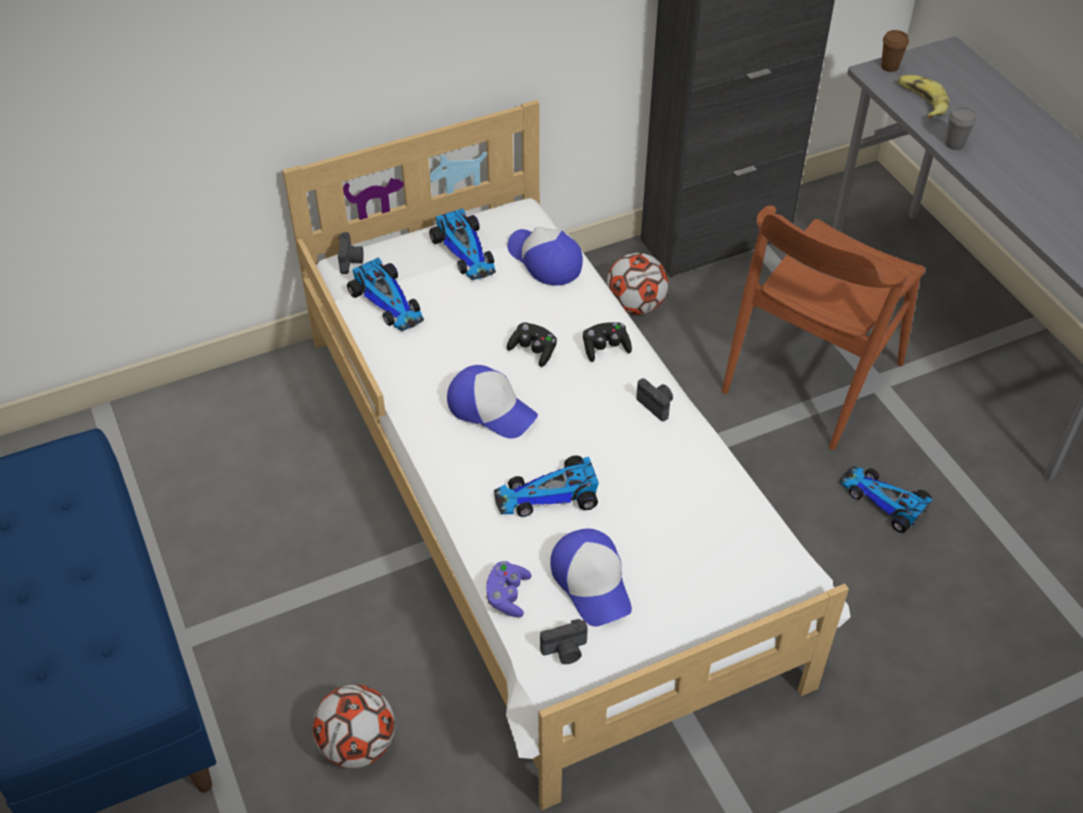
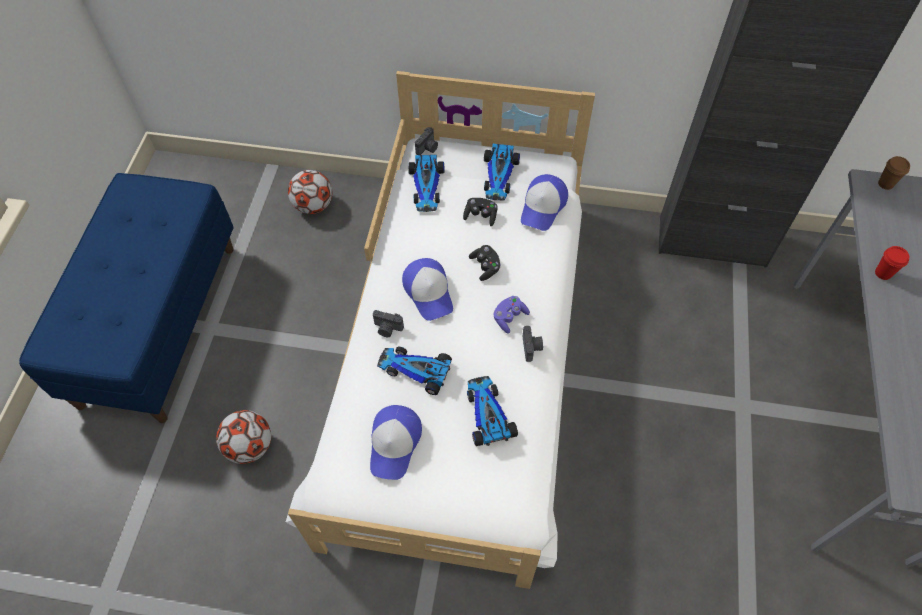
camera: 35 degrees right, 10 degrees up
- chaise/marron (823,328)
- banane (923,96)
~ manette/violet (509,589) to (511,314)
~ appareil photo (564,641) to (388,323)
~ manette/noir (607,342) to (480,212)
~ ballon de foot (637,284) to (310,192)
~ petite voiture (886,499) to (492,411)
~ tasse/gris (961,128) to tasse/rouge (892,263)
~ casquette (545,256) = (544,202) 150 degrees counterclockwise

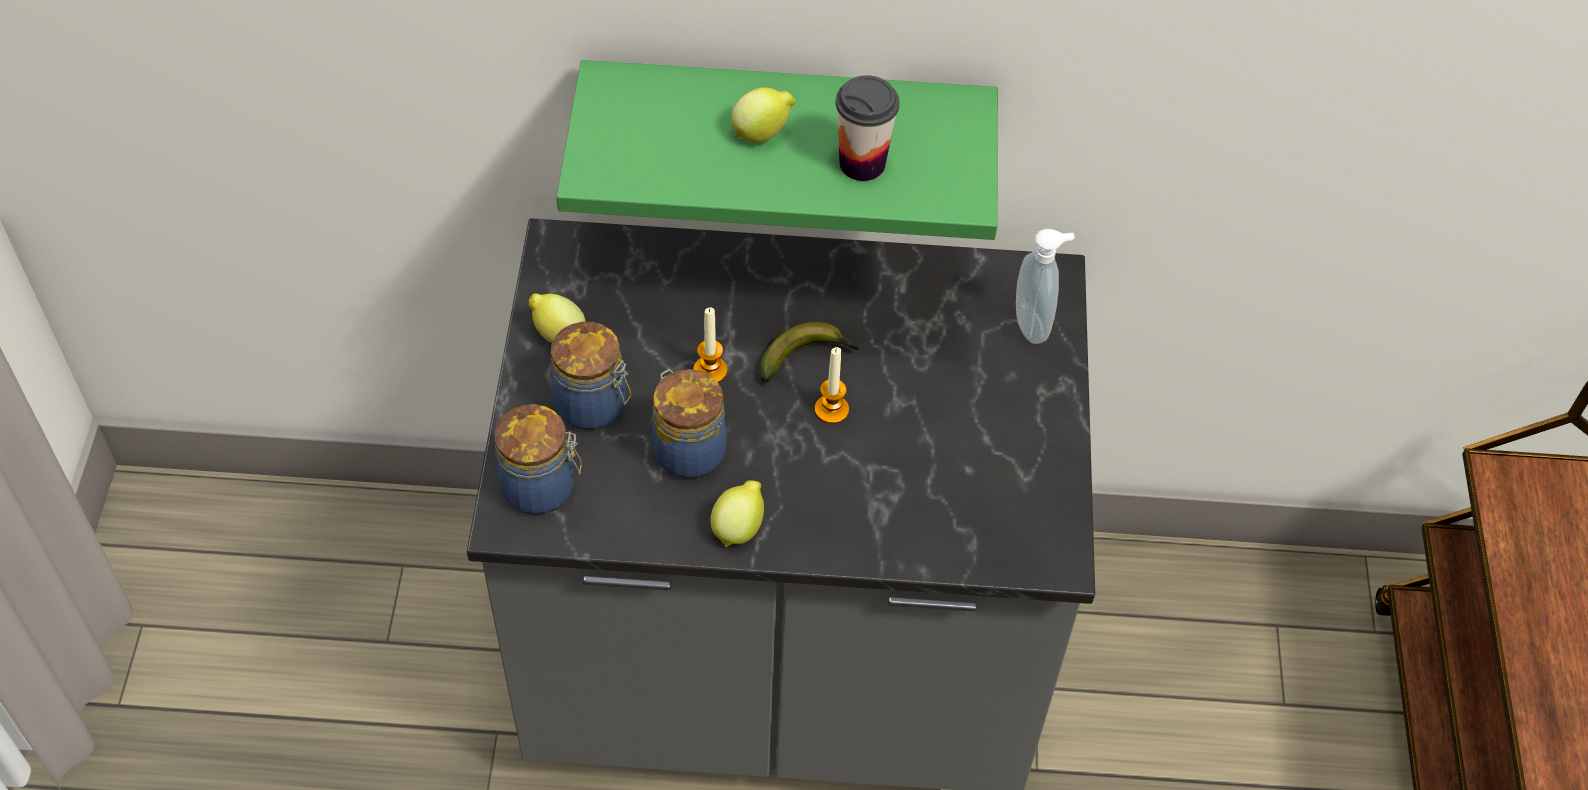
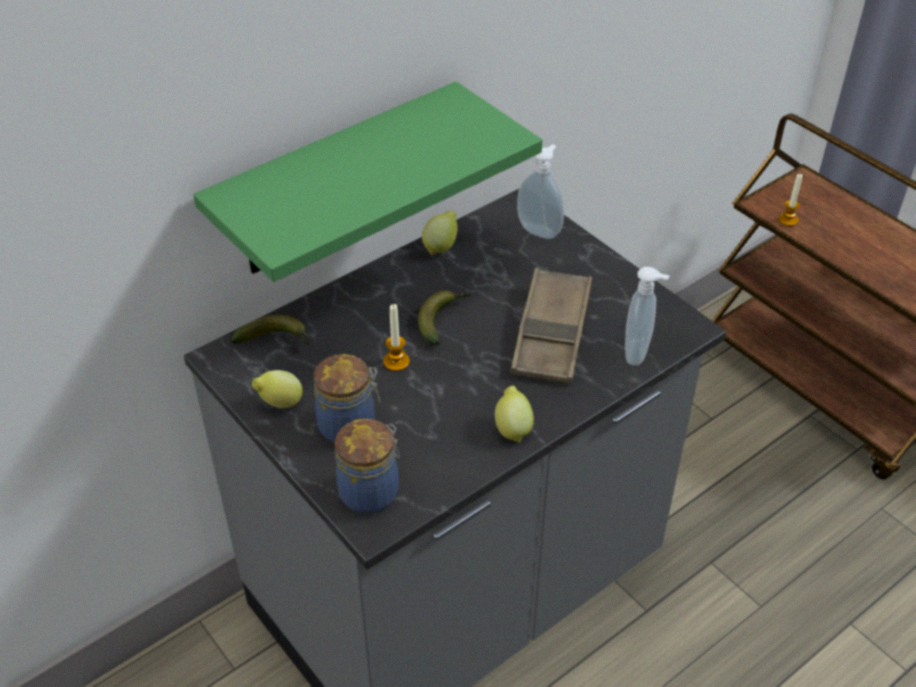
camera: 40 degrees left, 10 degrees down
- bocal (689,424)
- tasse (867,128)
+ banane (271,330)
+ plateau/marron (551,326)
+ distributeur de savon (647,316)
~ citron (763,115) to (440,233)
~ bougie (832,385) to (791,200)

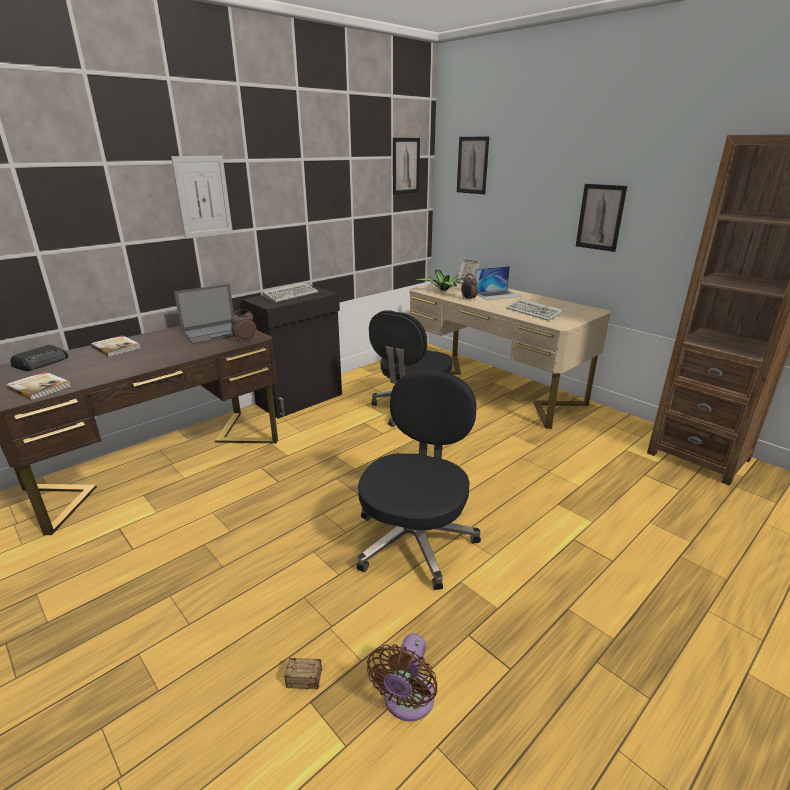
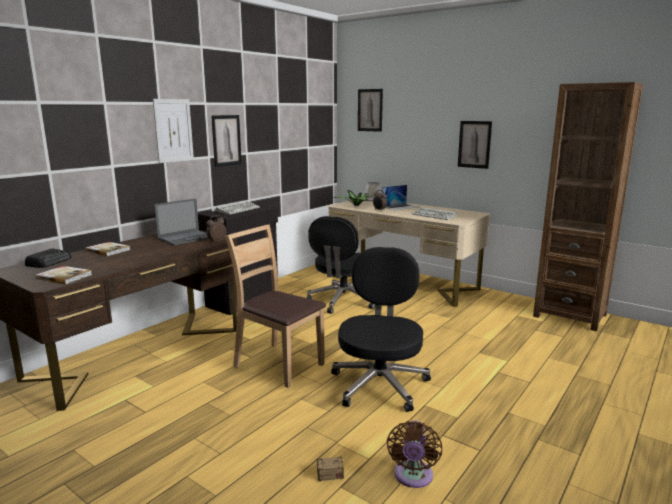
camera: 10 degrees left, 10 degrees down
+ chaise/marron (275,306)
~ tableau (406,166) to (226,141)

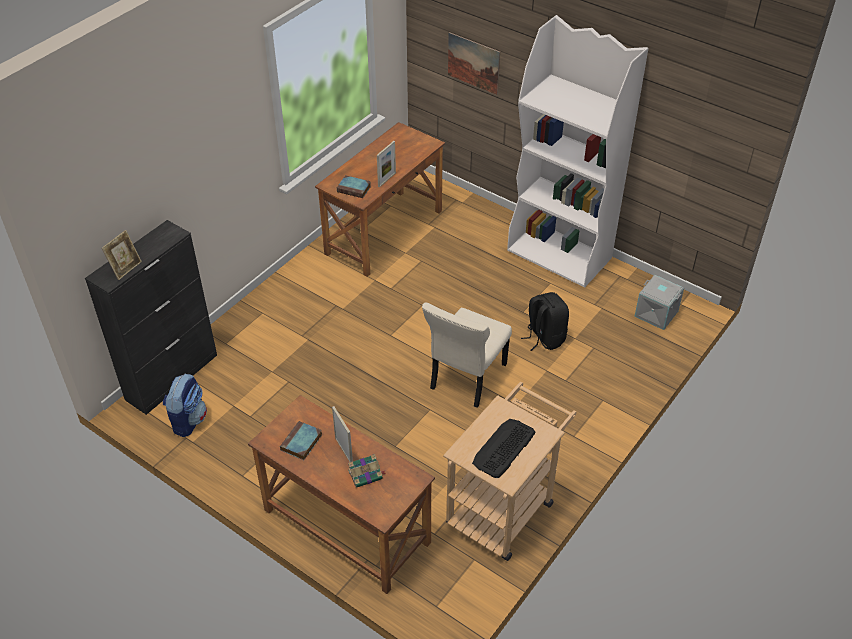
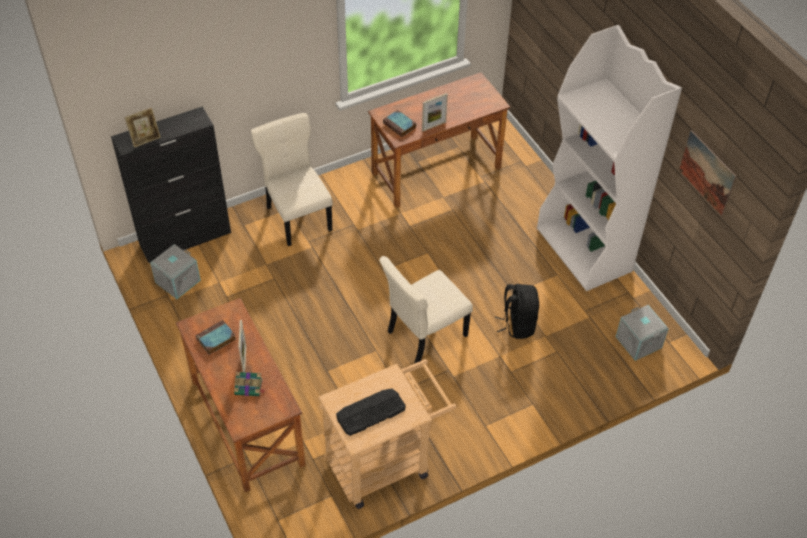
camera: 25 degrees right, 5 degrees up
+ chaise/beige (292,179)
~ tableau (474,63) to (708,173)
~ sac à dos (185,405) to boîte de rangement/gris (175,271)

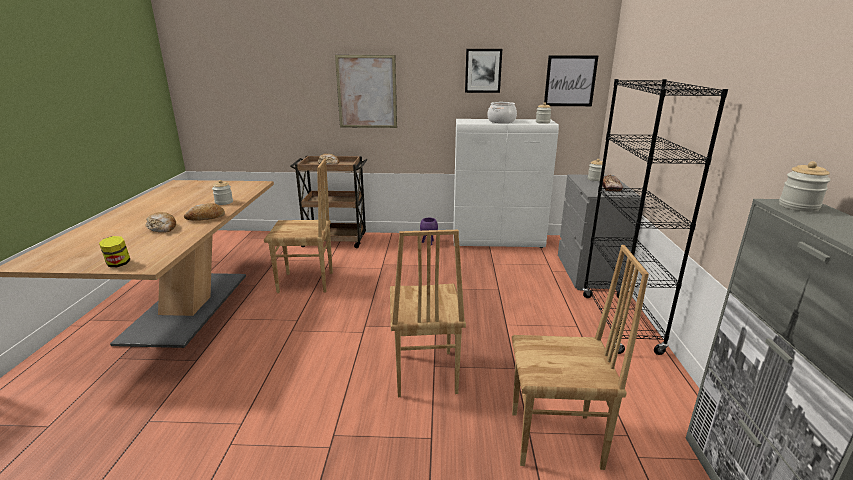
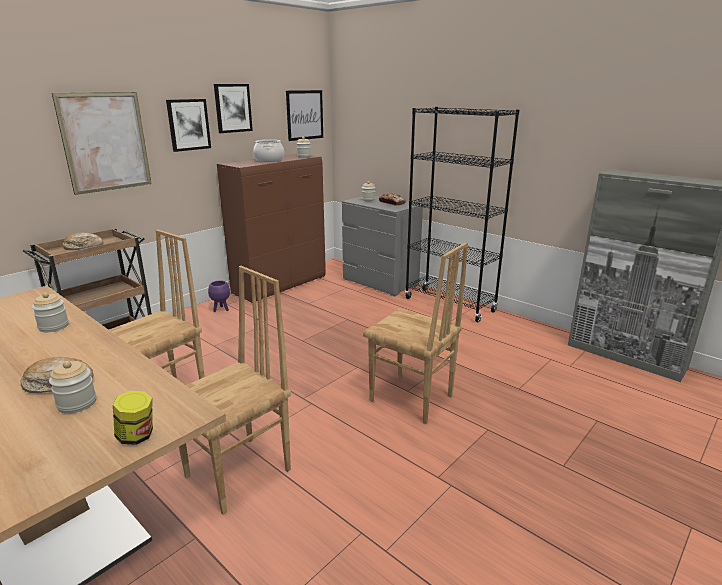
camera: 50 degrees left, 0 degrees up
- pain (204,212)
+ tableau (188,125)
~ chaise/marron (580,357) to (235,390)
~ bocal (805,186) to (72,387)
~ meuble de rangement/blanc (506,183) to meuble de rangement/marron (271,228)

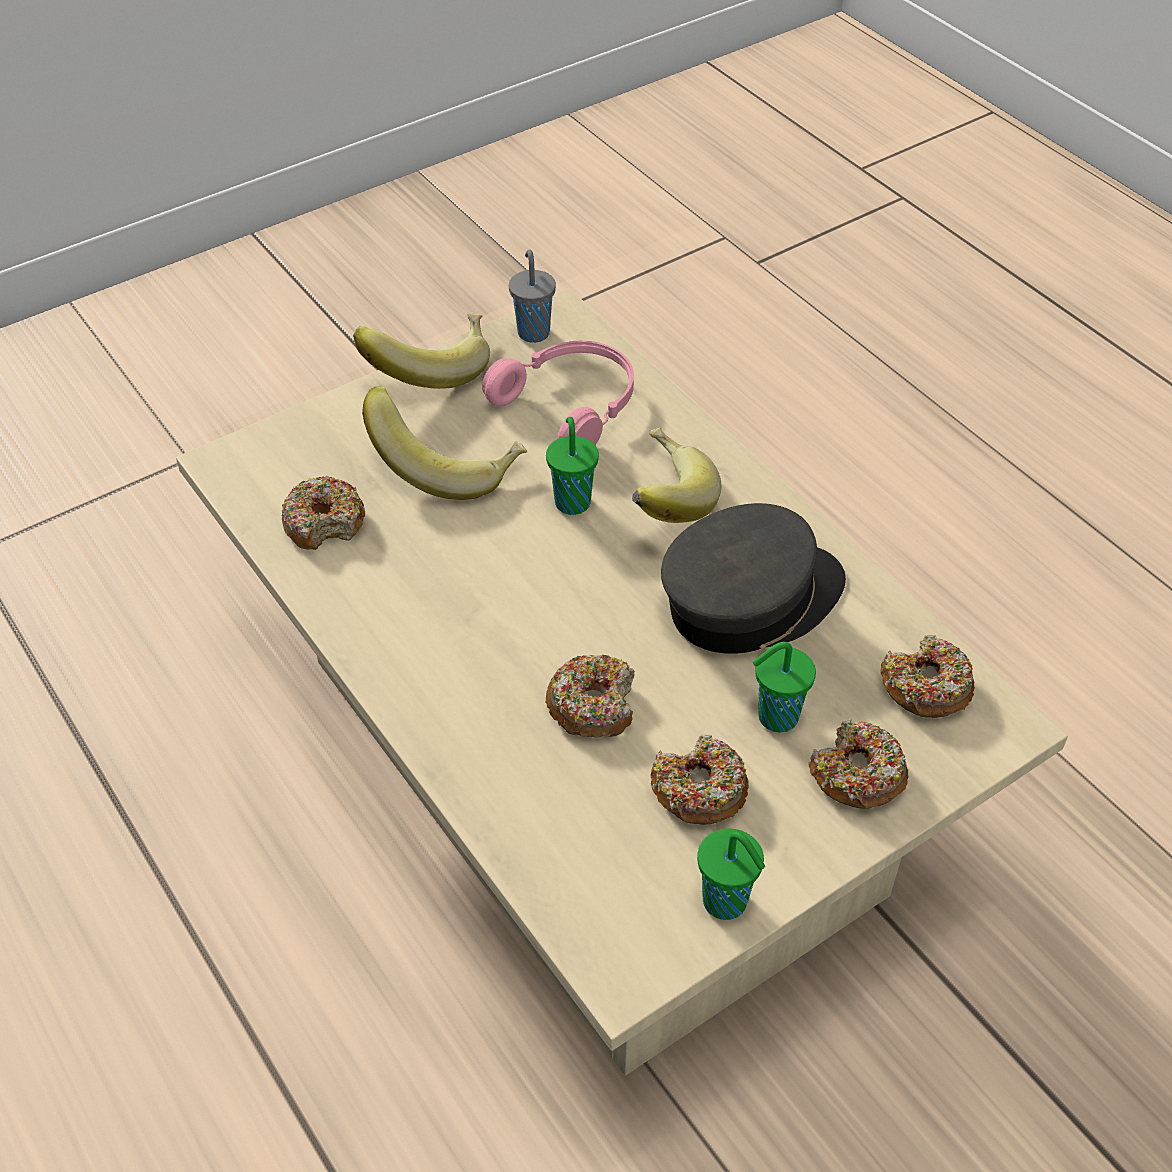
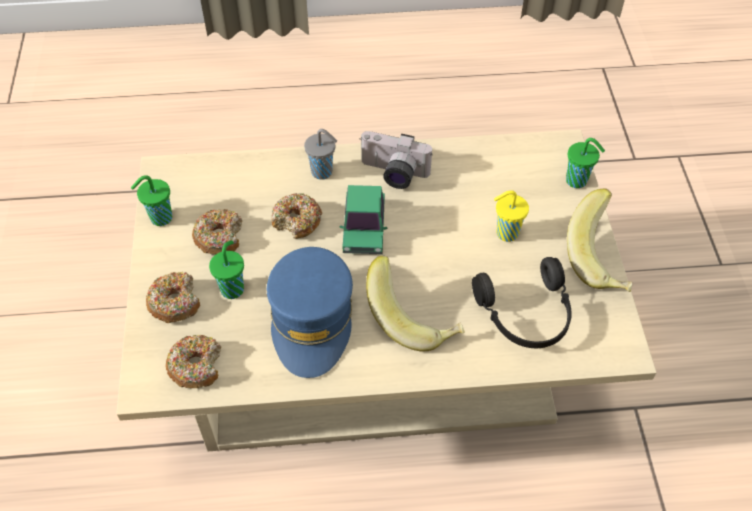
camera: 120 degrees right, 5 degrees up
- beignet (323,513)
+ petite voiture (363,219)
+ appareil photo (396,160)
~ tasse/gris (532,296) to (320,154)
~ tasse/vert (572,466) to (585,163)
~ banane (444,443) to tasse/jaune (511,216)
~ casque audio/rose (558,393) to casque audio/noir (522,302)
~ casquette/gris (753,578) to casquette/bleu (309,312)

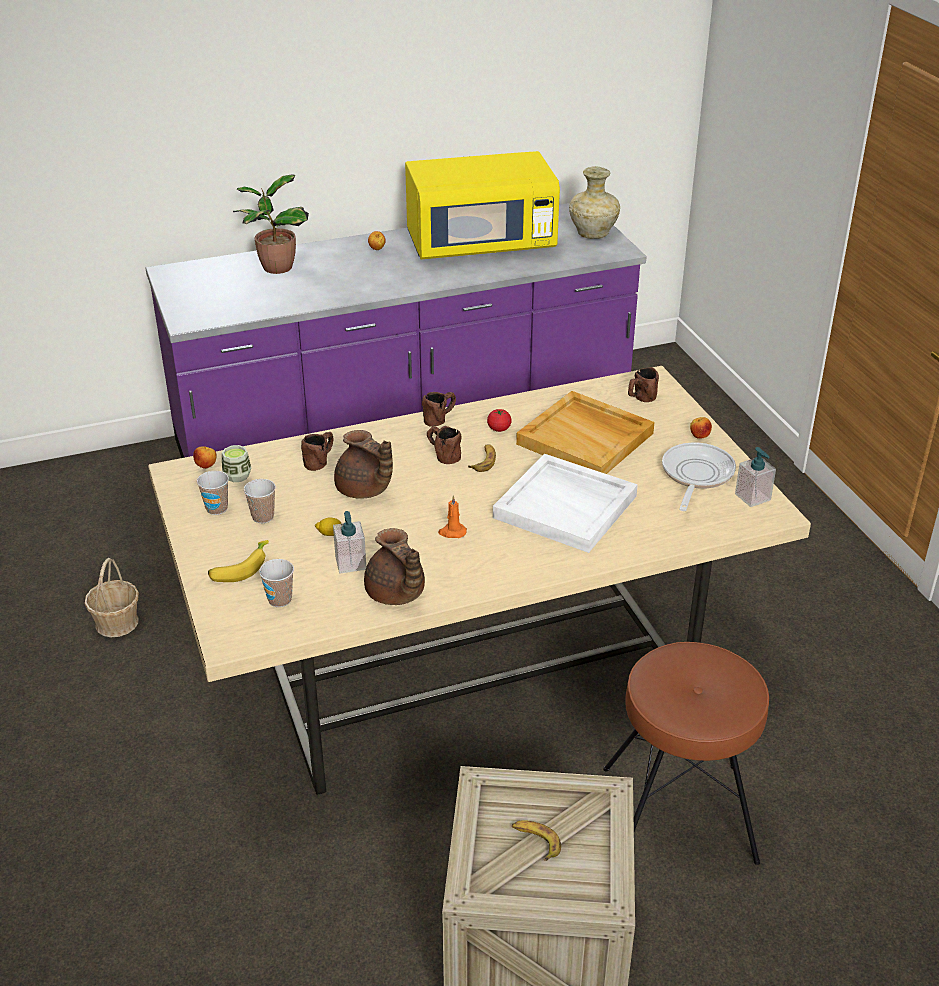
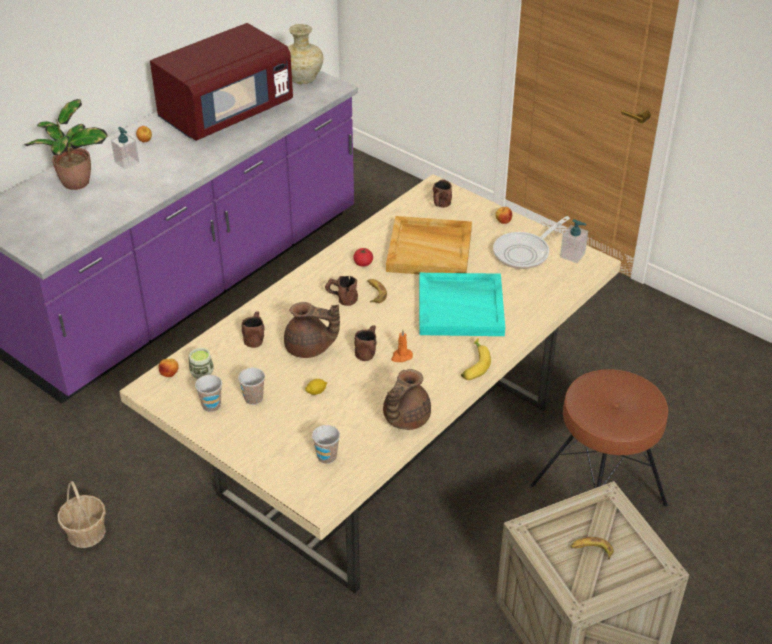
camera: 30 degrees left, 5 degrees up
~ banane (238,561) to (476,359)
~ distributeur de savon (349,542) to (125,148)
~ mug/marron (439,409) to (366,343)
~ micro-ondes/jaune (482,205) to micro-ondes/rouge (221,82)
~ plateau/blanc (565,503) to plateau/turquoise (462,304)
~ théière/marron (394,566) = (407,399) 90 degrees clockwise
~ poêle (699,476) = (531,242) 120 degrees counterclockwise

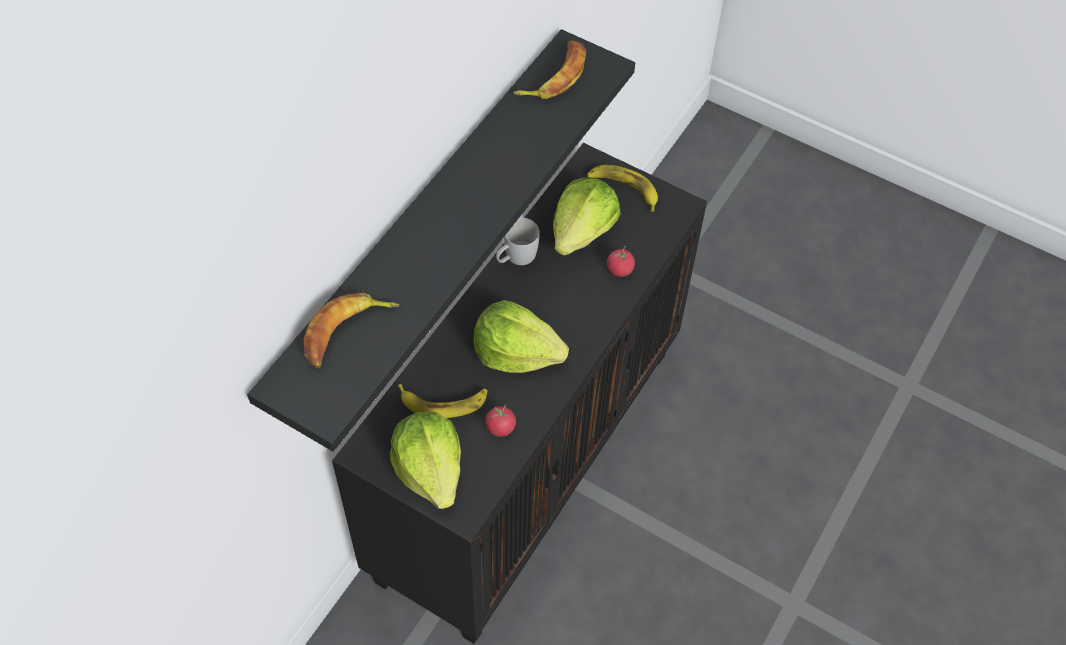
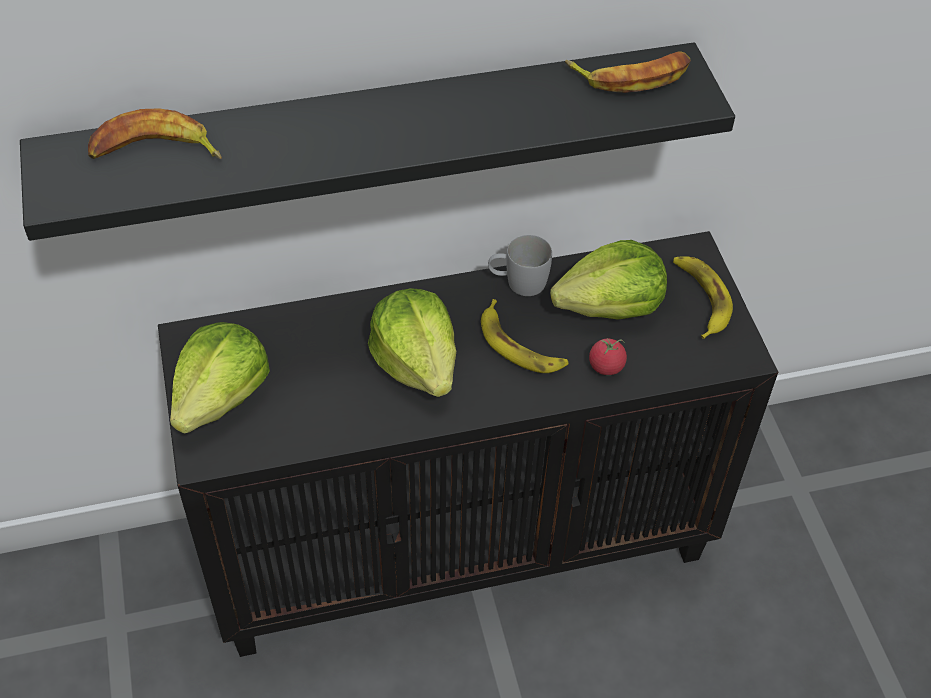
camera: 45 degrees right, 5 degrees down
- tomate (500,421)
~ banane (442,401) to (525,336)

